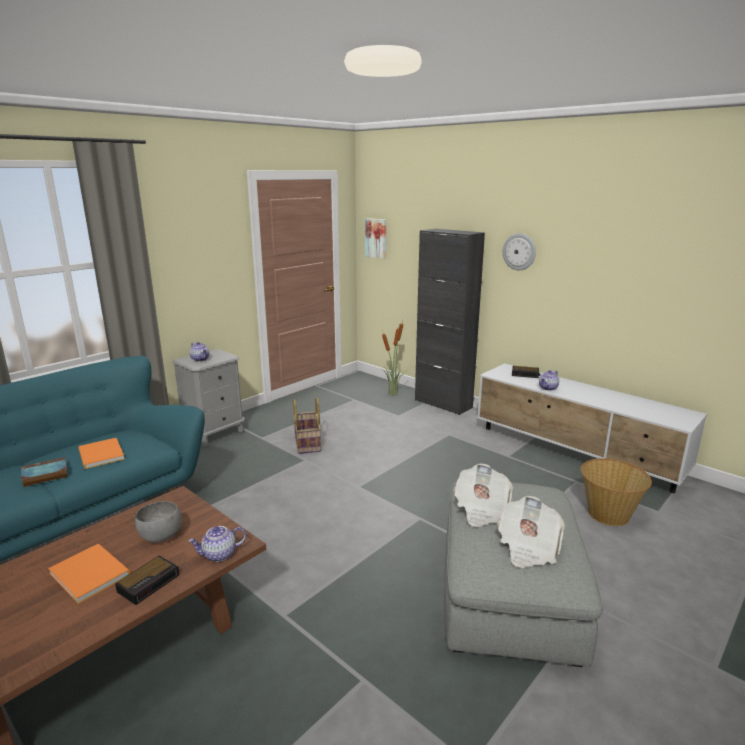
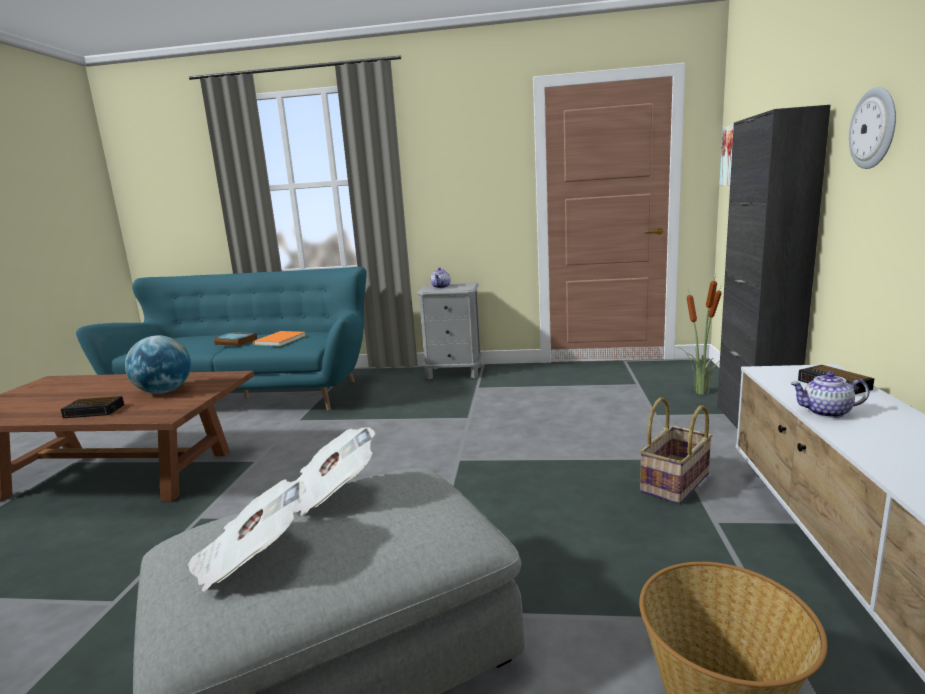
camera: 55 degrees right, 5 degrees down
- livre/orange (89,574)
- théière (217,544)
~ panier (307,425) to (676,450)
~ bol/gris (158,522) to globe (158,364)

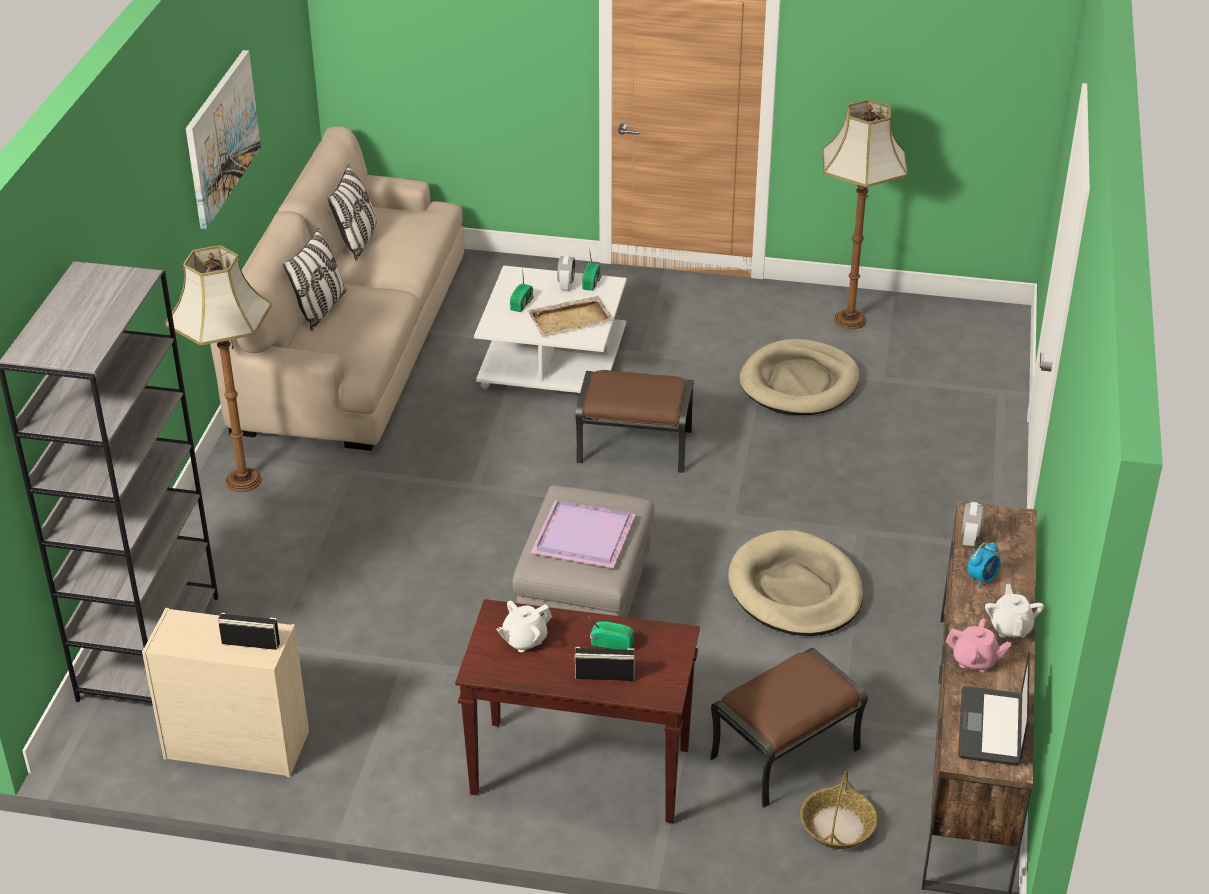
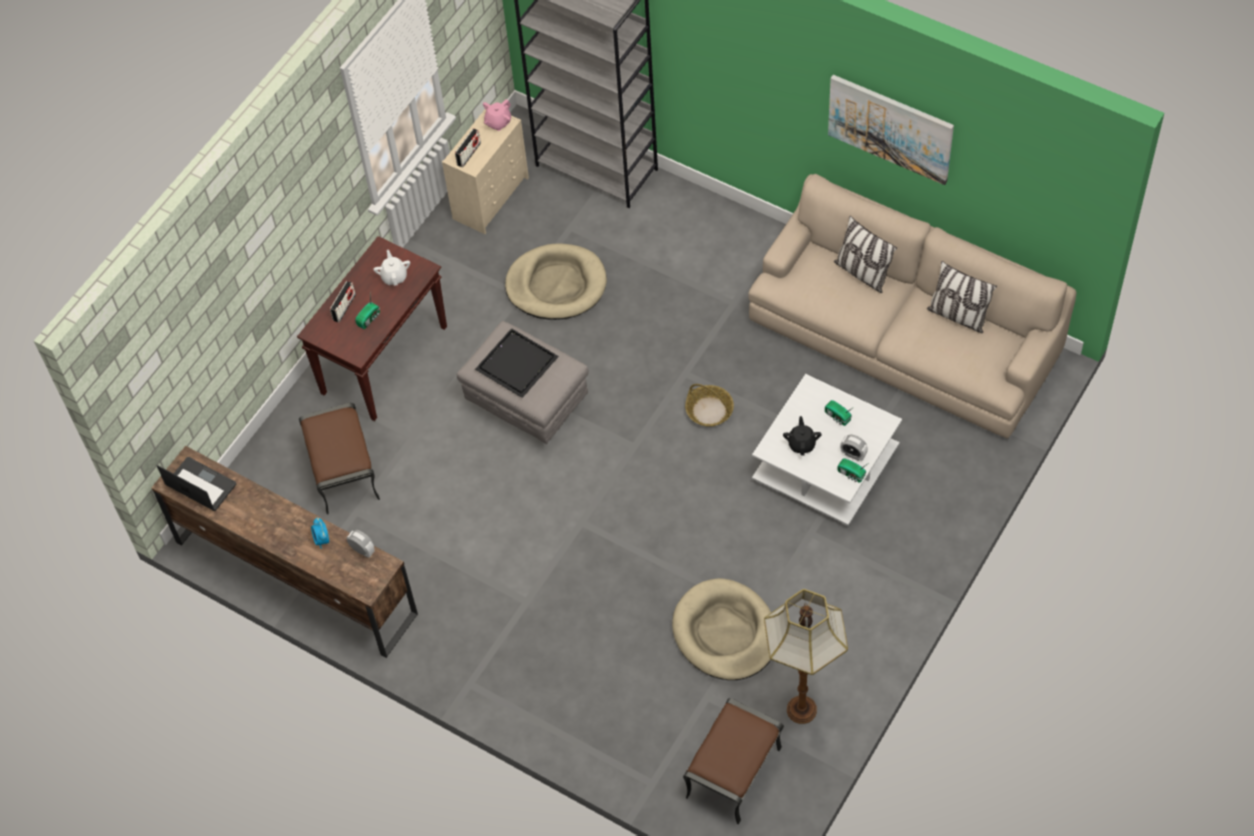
camera: 115 degrees right, 20 degrees up
- lampadaire (218,368)
- théière/blanc (1014,611)
~ pouf/marron (635,421) to (733,761)
~ panier pour chien/beige (795,583) to (556,281)
~ panier (838,810) to (709,405)
~ théière/rose (978,645) to (497,115)
~ plateau/beige (571,316) to théière/noir (802,435)
~ plateau/violet (583,534) to plateau/noir (517,363)

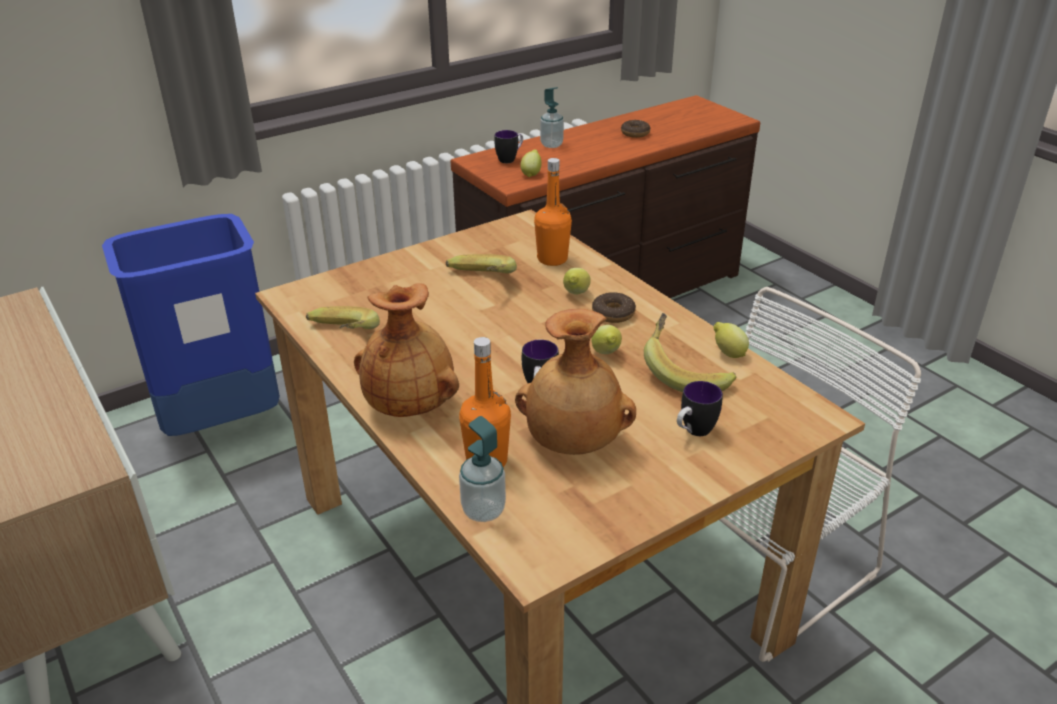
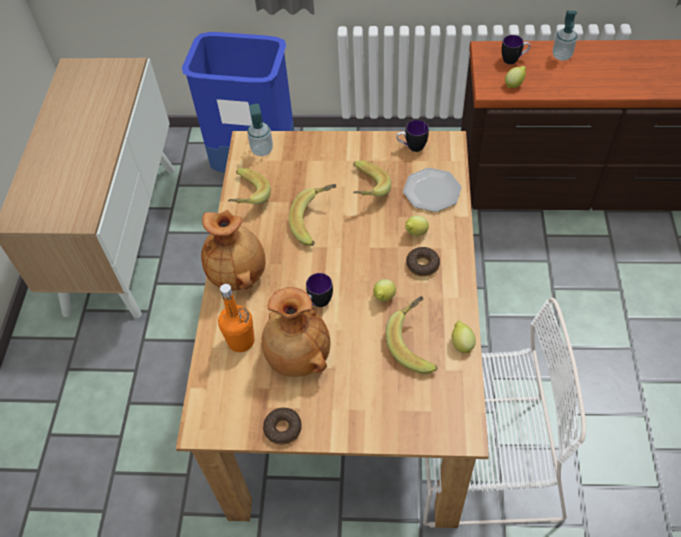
camera: 40 degrees right, 20 degrees up
+ banane (312,215)
~ distributeur de savon (482,469) to (260,129)
~ beignet (635,129) to (282,426)
~ mug (700,408) to (412,136)
~ bouteille/orange (553,212) to assiette (432,190)

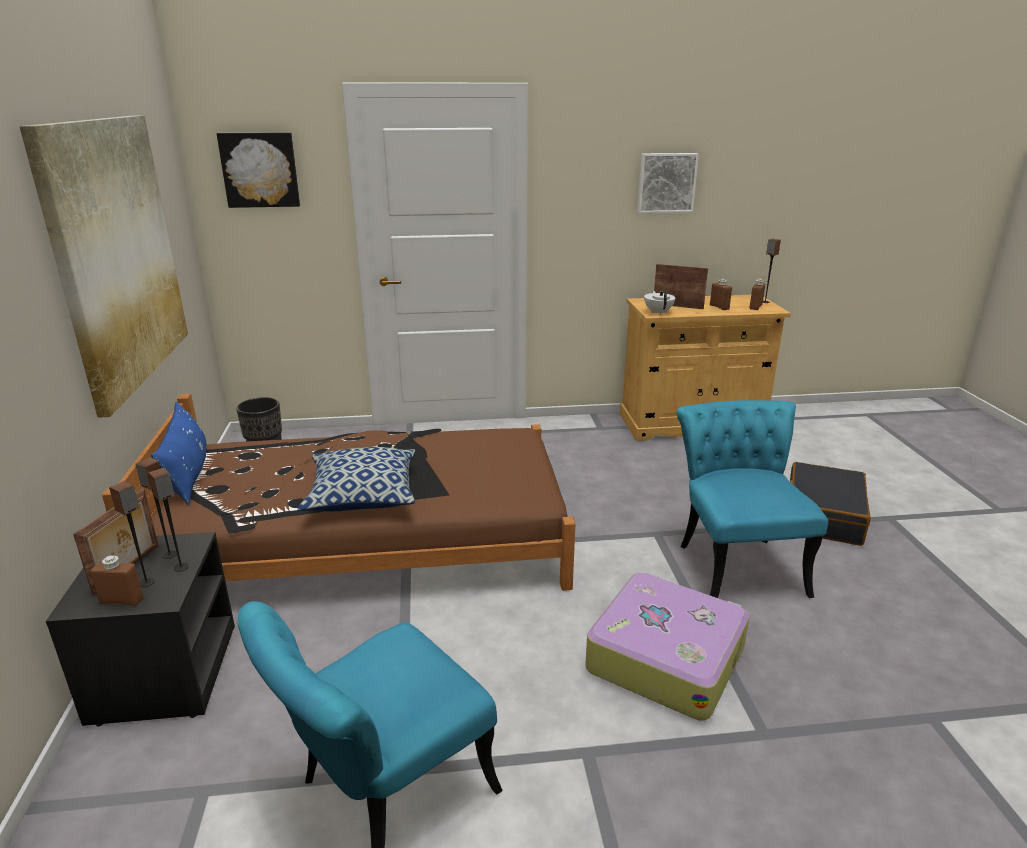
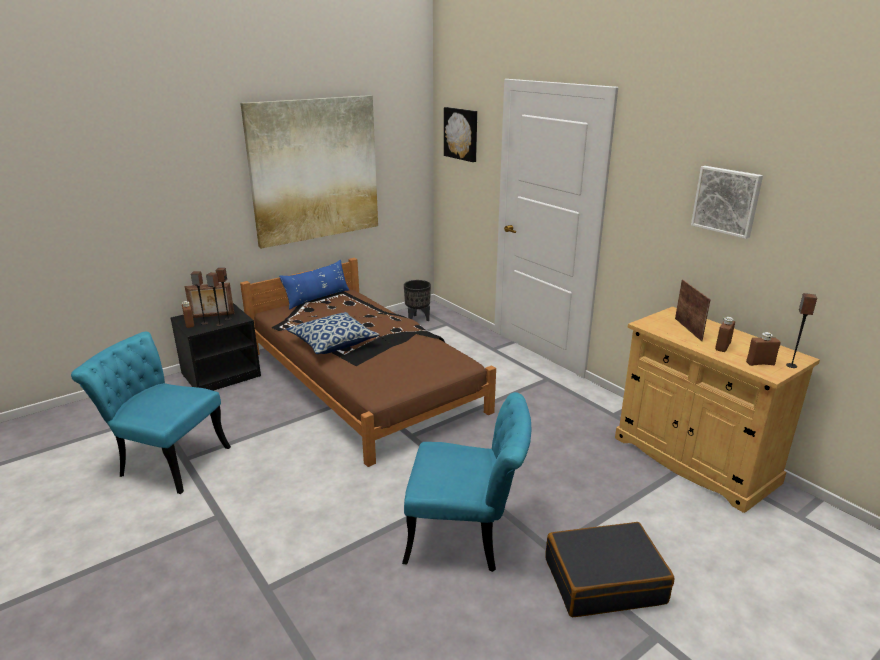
camera: 60 degrees right, 0 degrees up
- valise (667,647)
- théière/blanc (660,302)
~ chaise/turquoise (752,499) = (466,482) 45 degrees clockwise

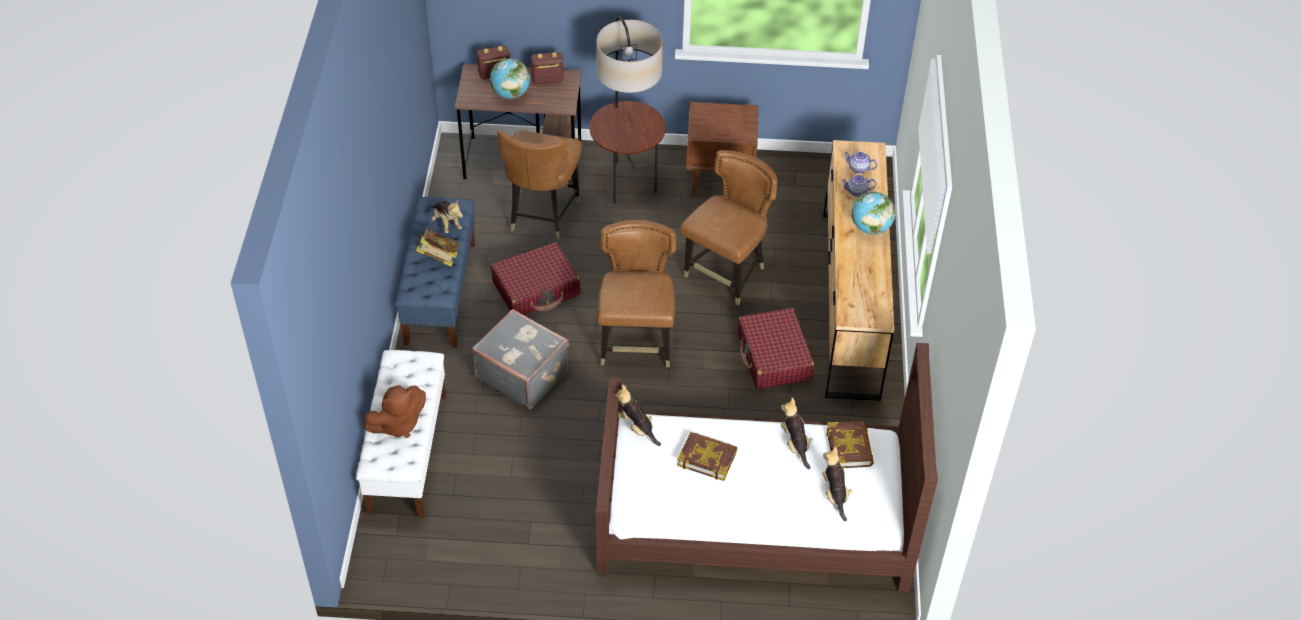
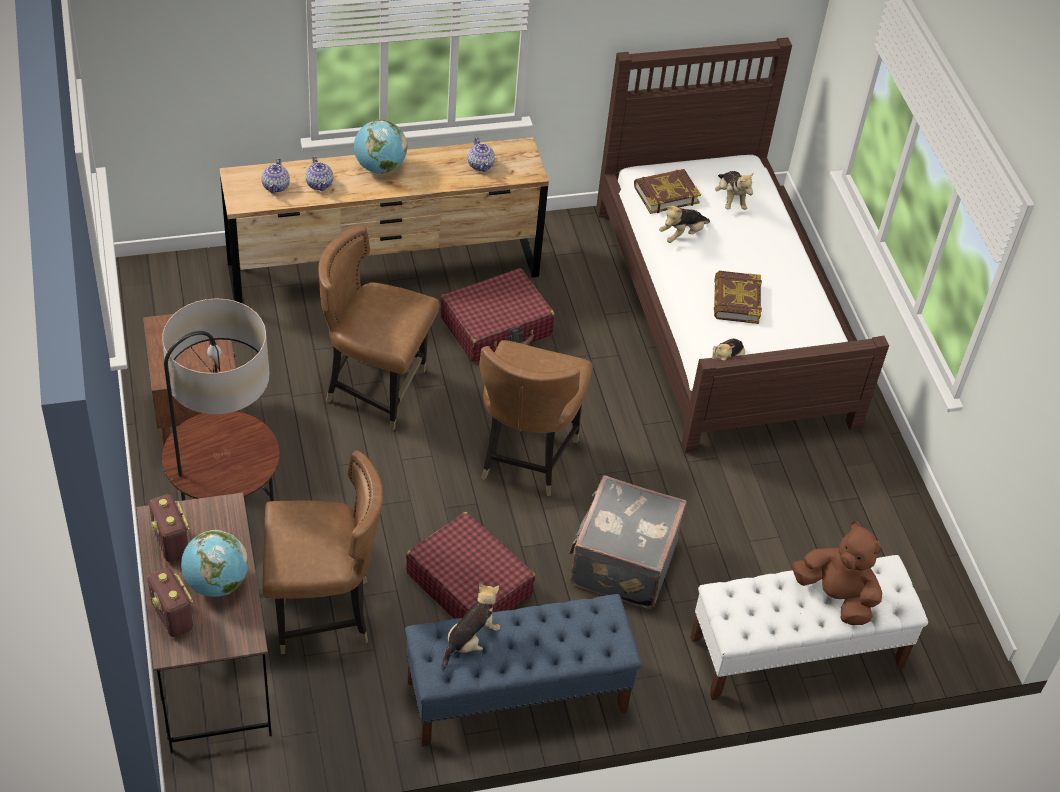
camera: 110 degrees left, 0 degrees up
- livre (437,248)
+ théière (481,155)
~ chaise/marron (636,293) = (536,418) 60 degrees counterclockwise
~ peluche (837,483) = (734,190) 75 degrees counterclockwise

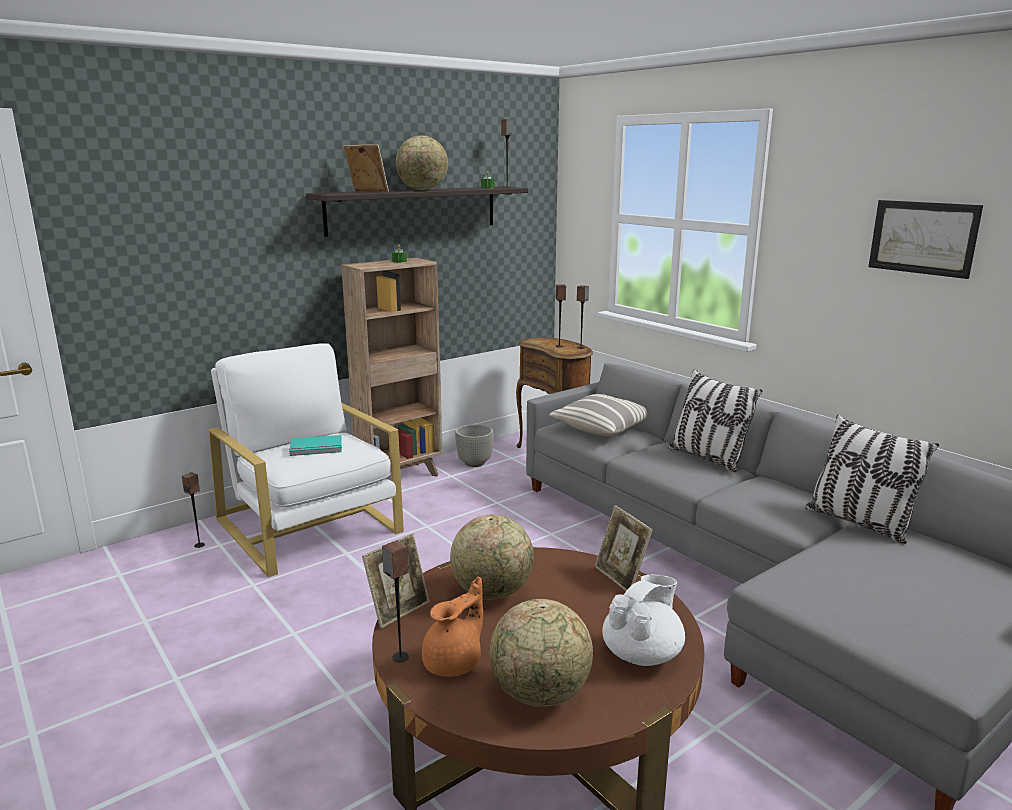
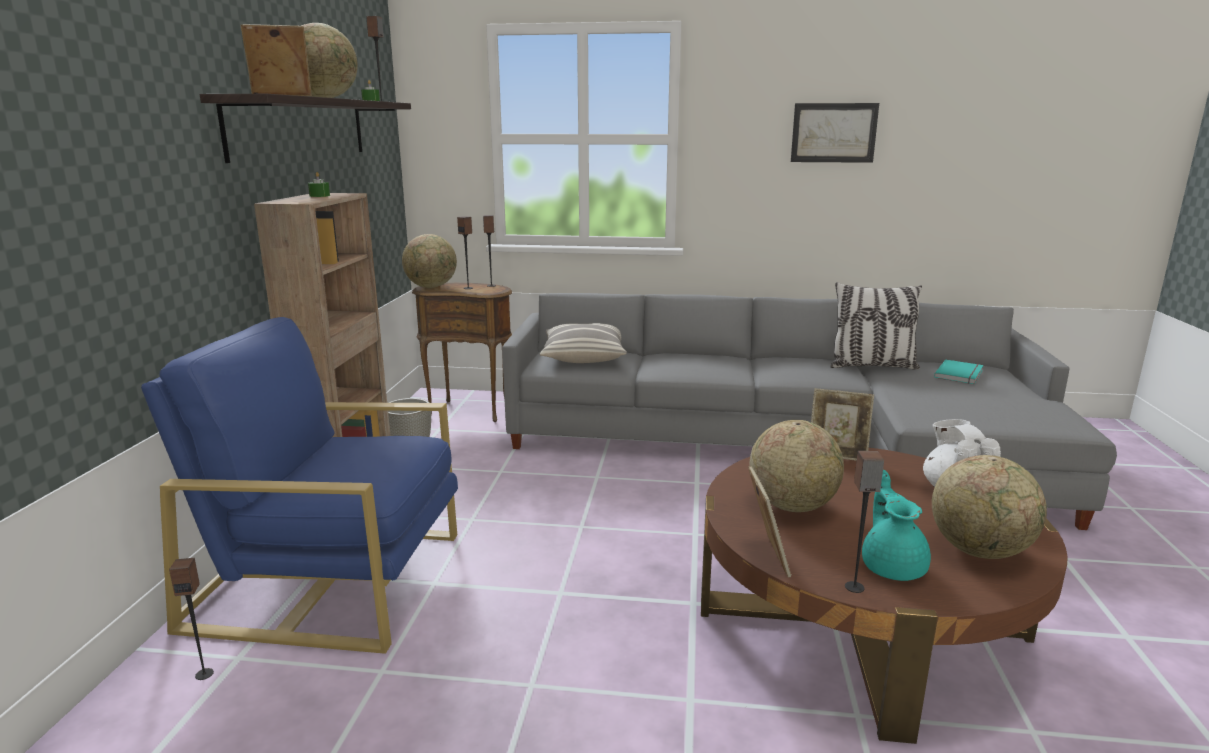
camera: 45 degrees left, 0 degrees up
- coussin (715,421)
+ globe (429,261)
~ livre/turquoise (315,445) to (958,371)
~ fauteuil/blanc (306,460) to fauteuil/bleu (299,485)
~ théière/orange (452,627) to théière/turquoise (896,525)

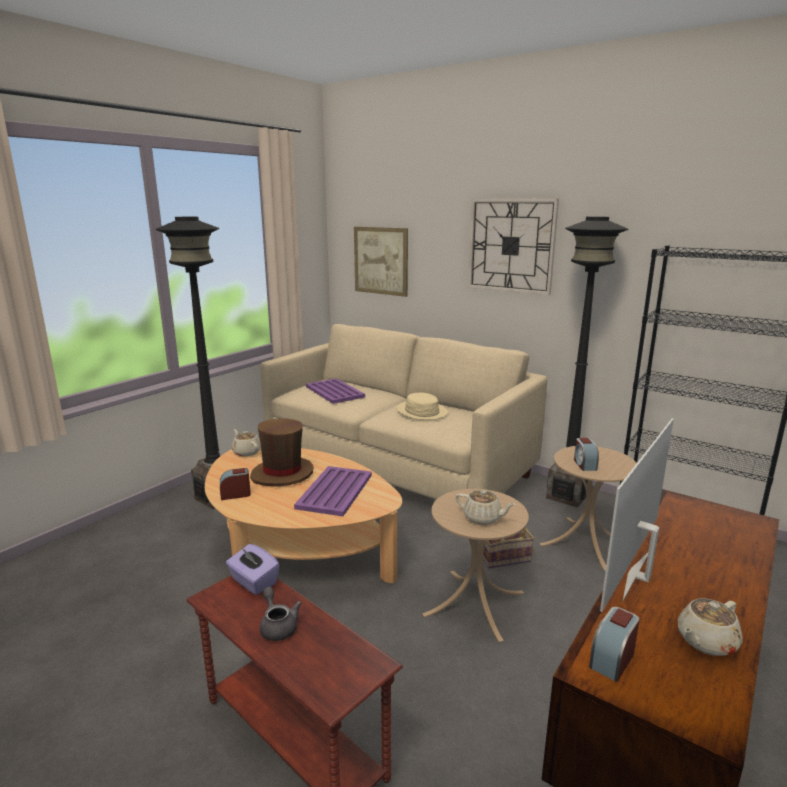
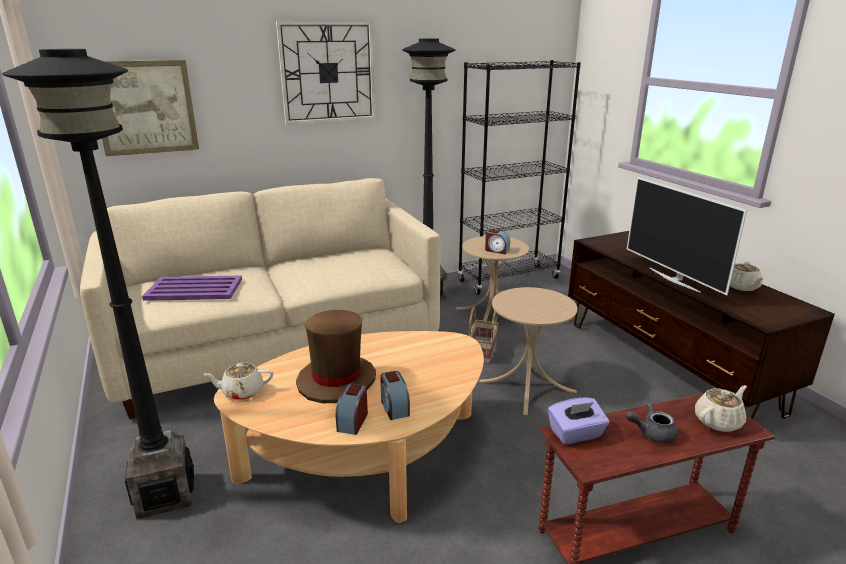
camera: 60 degrees left, 5 degrees up
- plateau/violet (333,491)
- chapeau/beige (422,406)
~ théière/beige (485,507) to (721,408)
~ réveil (614,644) to (395,395)

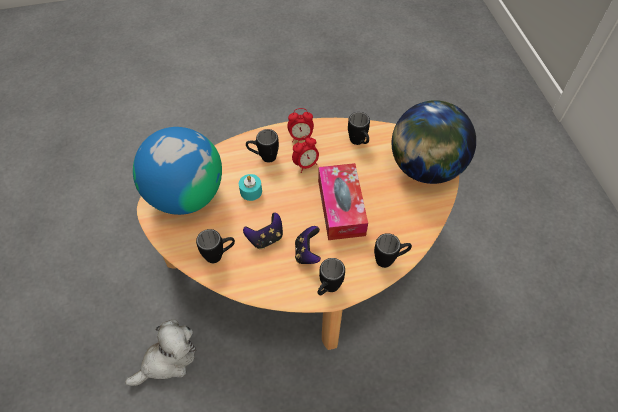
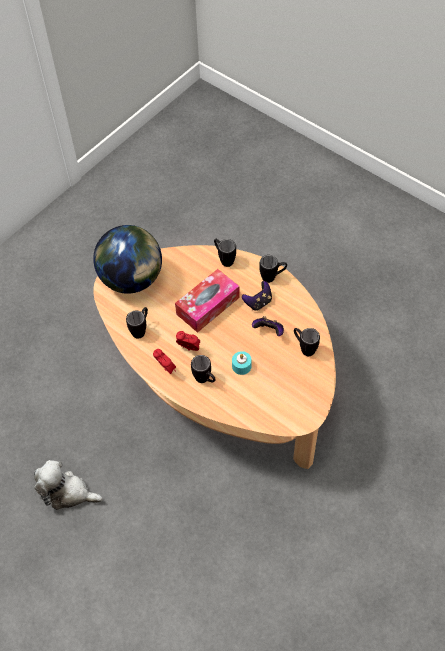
camera: 125 degrees left, 0 degrees up
- globe (177,171)
~ peluche (160,353) to (68,485)

